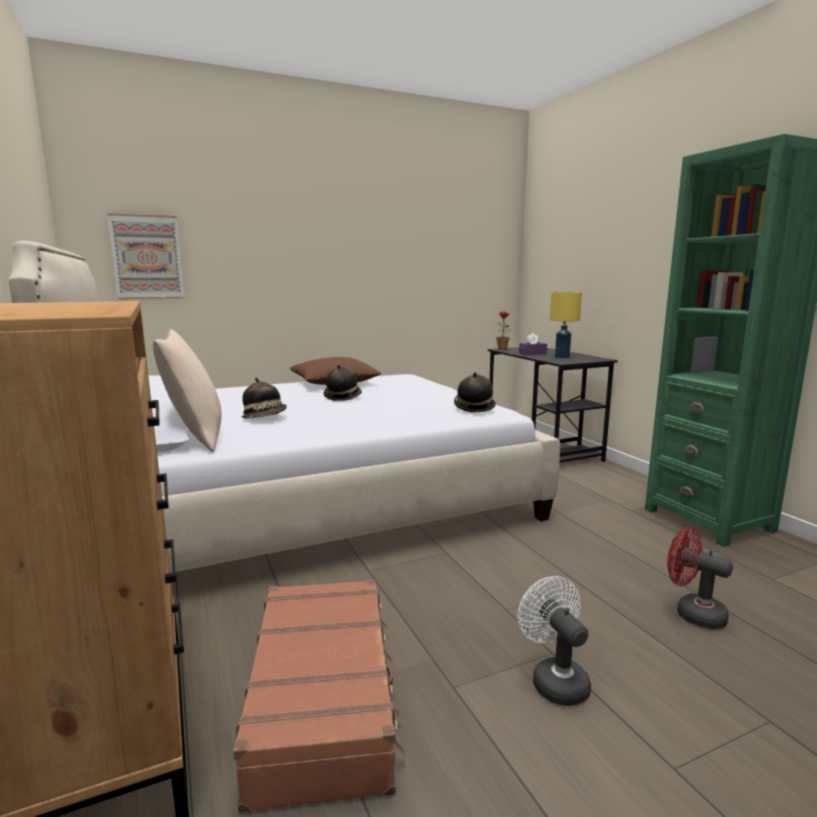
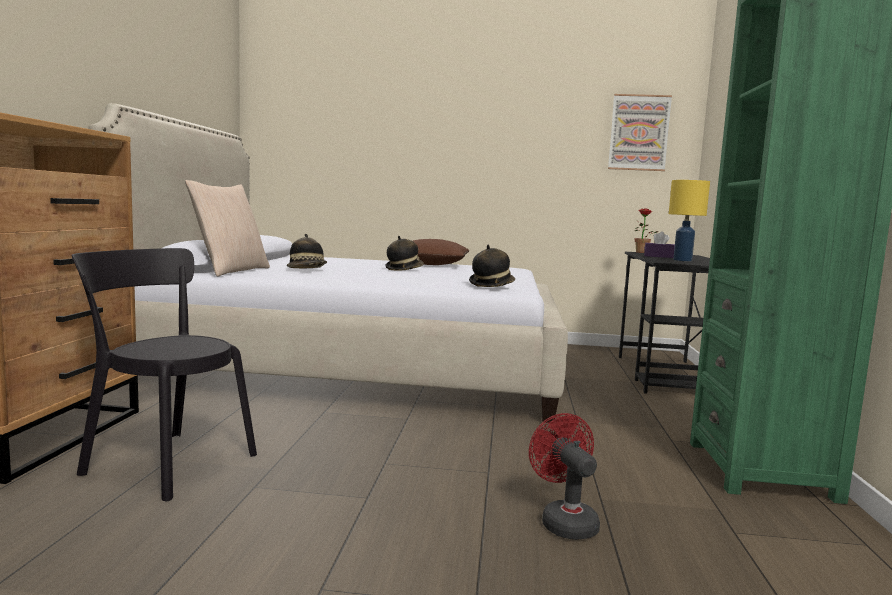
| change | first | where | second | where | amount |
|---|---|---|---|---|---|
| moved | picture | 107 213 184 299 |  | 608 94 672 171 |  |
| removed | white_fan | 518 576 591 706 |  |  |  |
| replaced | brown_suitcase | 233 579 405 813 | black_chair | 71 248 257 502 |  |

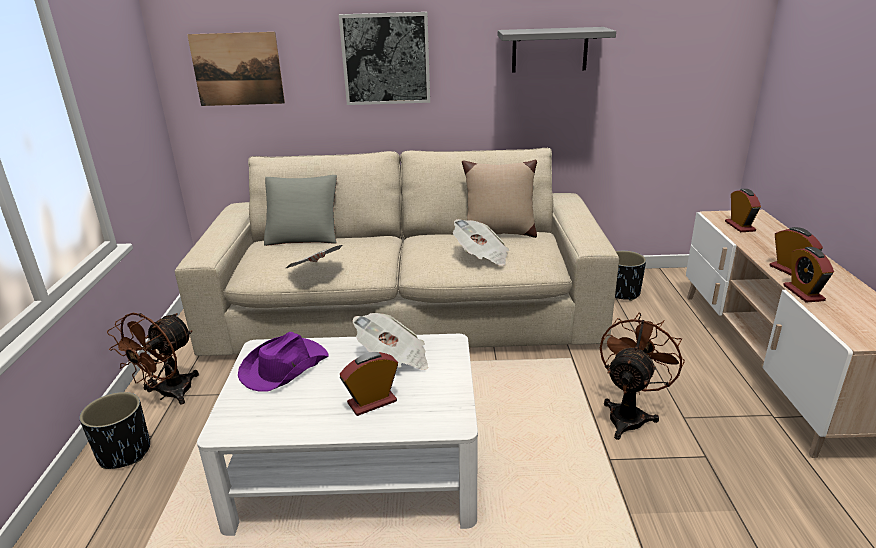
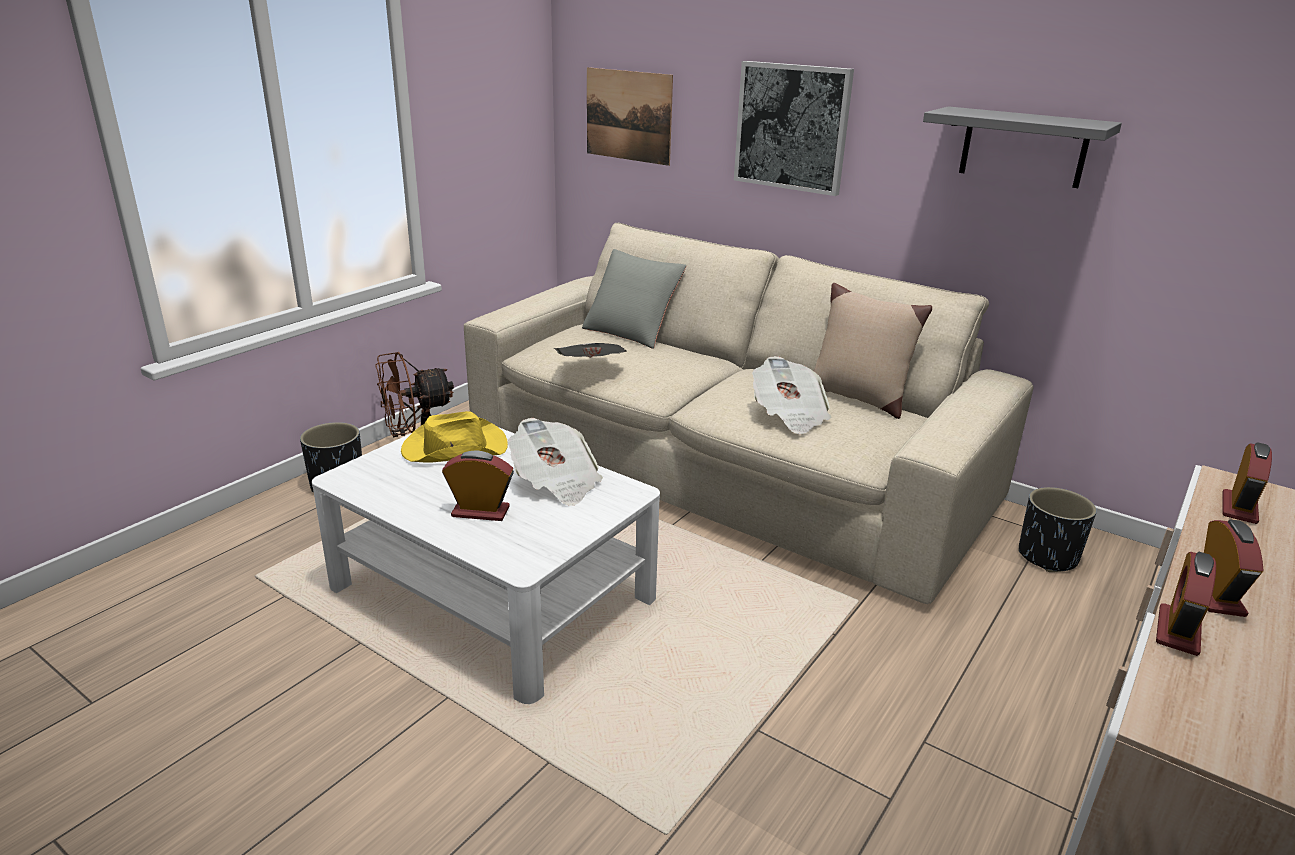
| change | first | where | second | where | amount |
|---|---|---|---|---|---|
| removed | brown_fan | 600 312 685 440 |  |  |  |
| recoloured | purple_hat | 238 332 329 392 | yellow_hat | 401 411 508 463 |  |

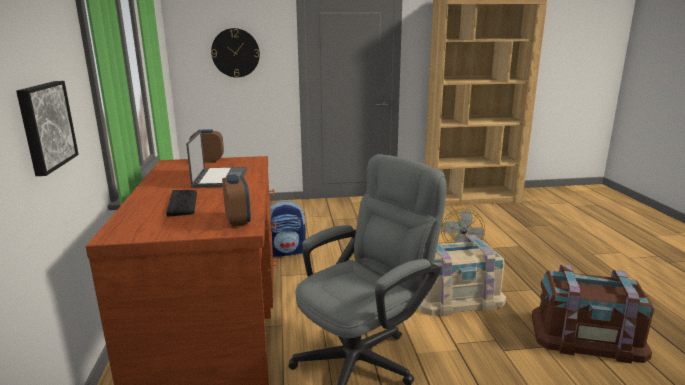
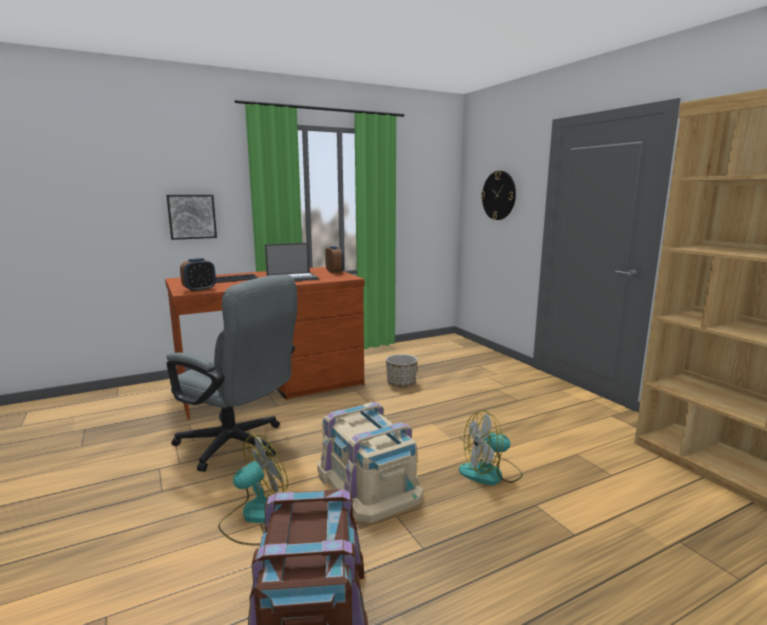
| change | first | where | second | where | amount |
|---|---|---|---|---|---|
| replaced | backpack | 270 201 306 257 | planter | 386 354 417 387 |  |
| added |  |  | fan | 218 435 288 546 |  |

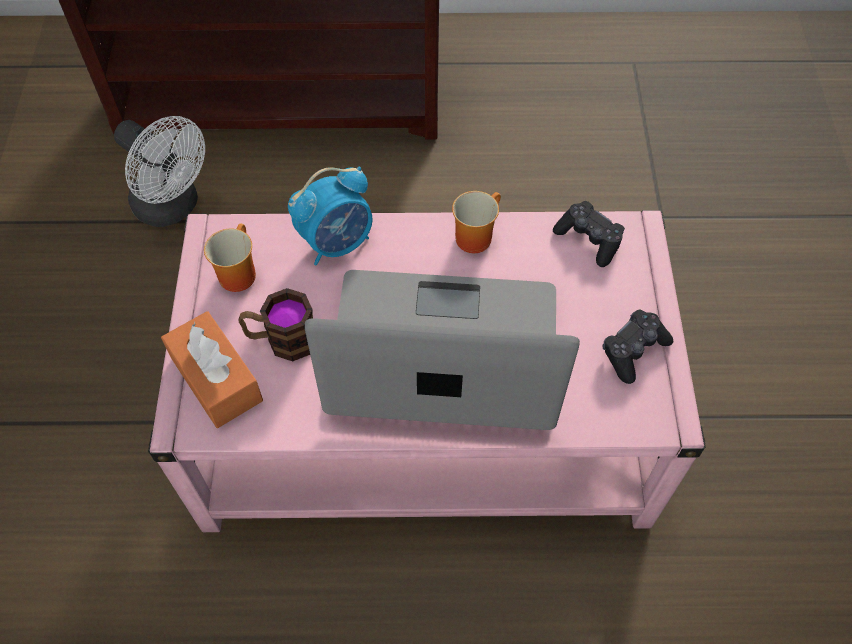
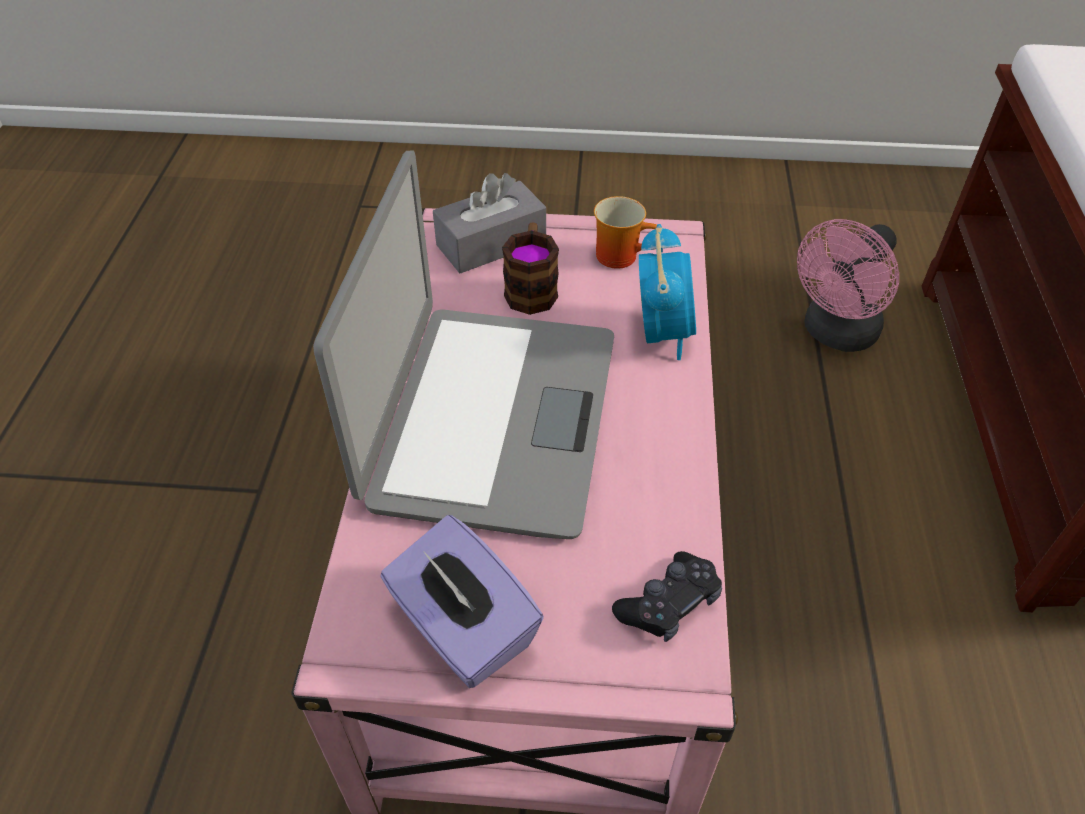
| change | first | where | second | where | amount |
|---|---|---|---|---|---|
| recoloured | white_fan | 114 116 205 227 | pink_fan | 797 219 899 352 |  |
| turned | alarm_clock | 288 167 373 265 |  | 639 224 696 360 | 150 degrees counterclockwise |
| removed | mug | 452 191 501 253 |  |  |  |
| replaced | black_game_controller | 602 310 673 384 | purple_tissue_box | 380 515 544 688 |  |
| recoloured | orange_tissue_box | 161 311 263 428 | grey_tissue_box | 433 173 546 274 |  |

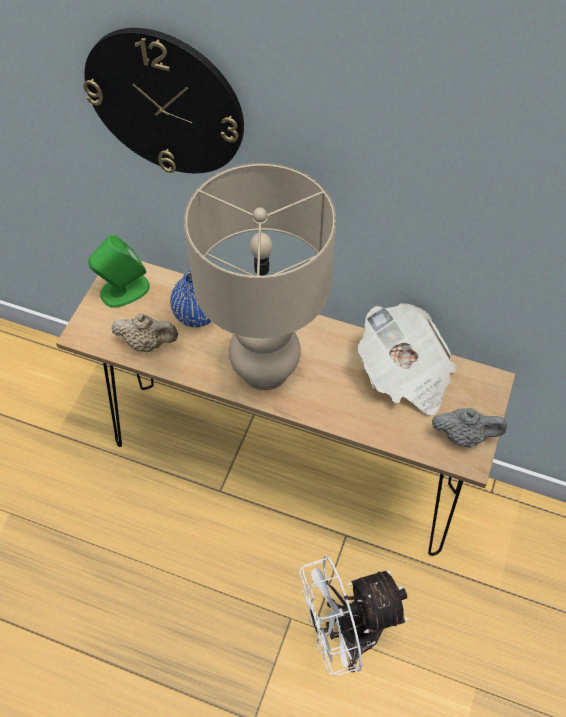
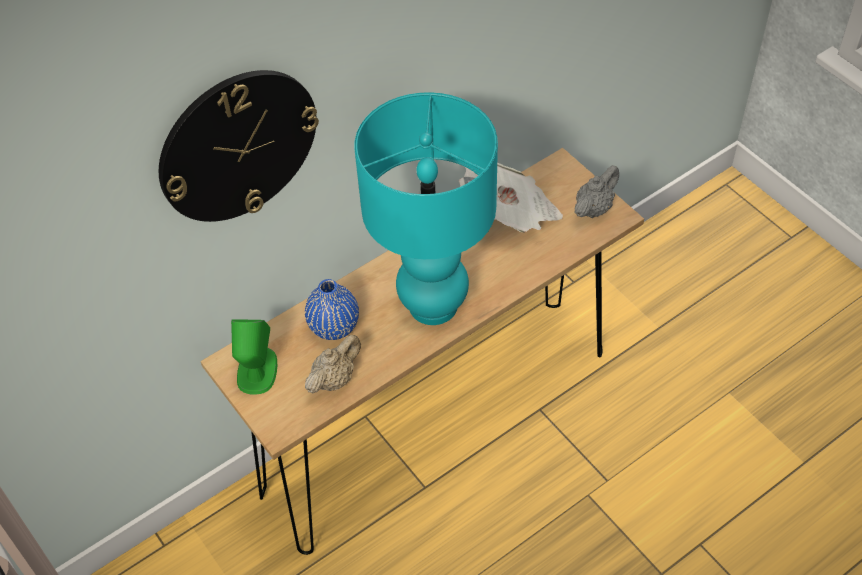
| change | first | where | second | where | amount |
|---|---|---|---|---|---|
| recoloured | beige_table_lamp | 184 163 336 390 | turquoise_table_lamp | 354 92 498 325 |  |
| removed | white_fan | 299 556 409 676 |  |  |  |

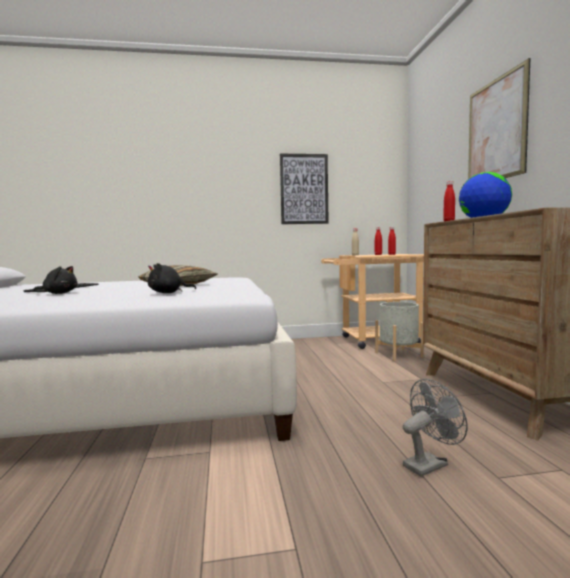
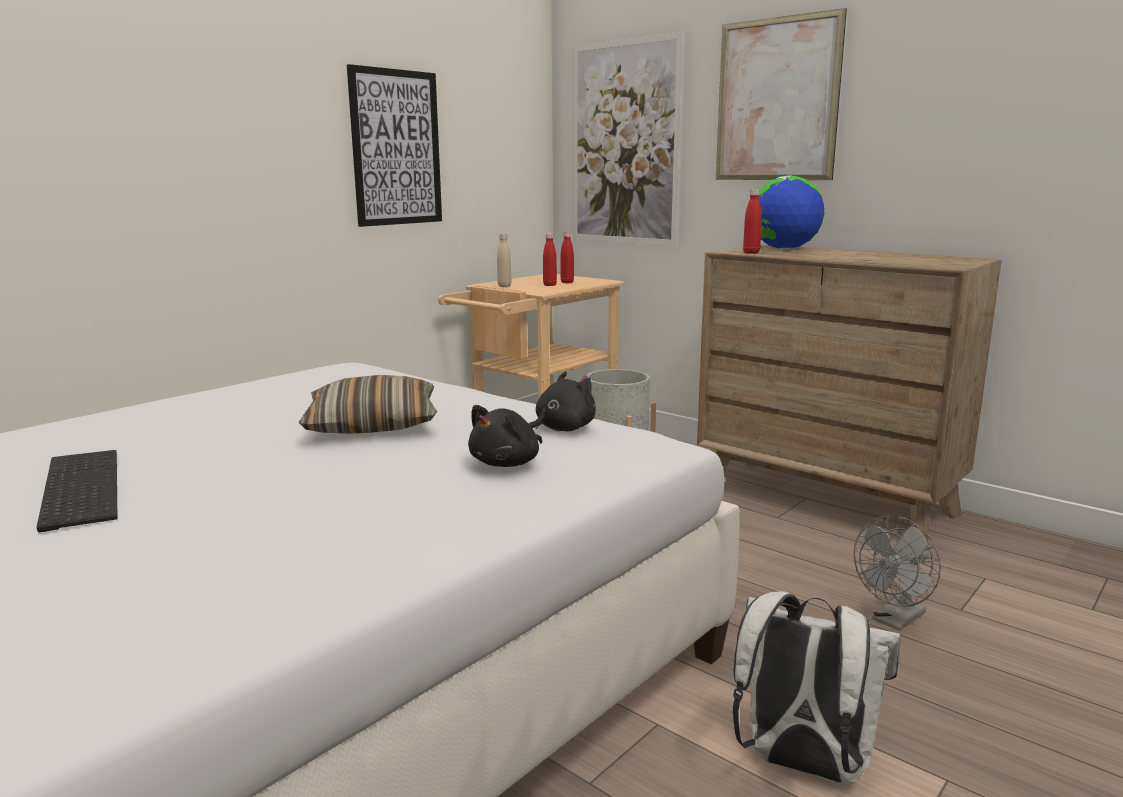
| change | first | where | second | where | amount |
|---|---|---|---|---|---|
| moved | black_plush_toy | 33 266 78 294 |  | 528 371 596 431 |  |
| turned | grey_fan | 403 379 467 477 |  | 854 516 941 631 | 150 degrees counterclockwise |
| added |  |  | picture | 573 32 684 246 |  |
| added |  |  | white_backpack | 733 592 901 784 |  |

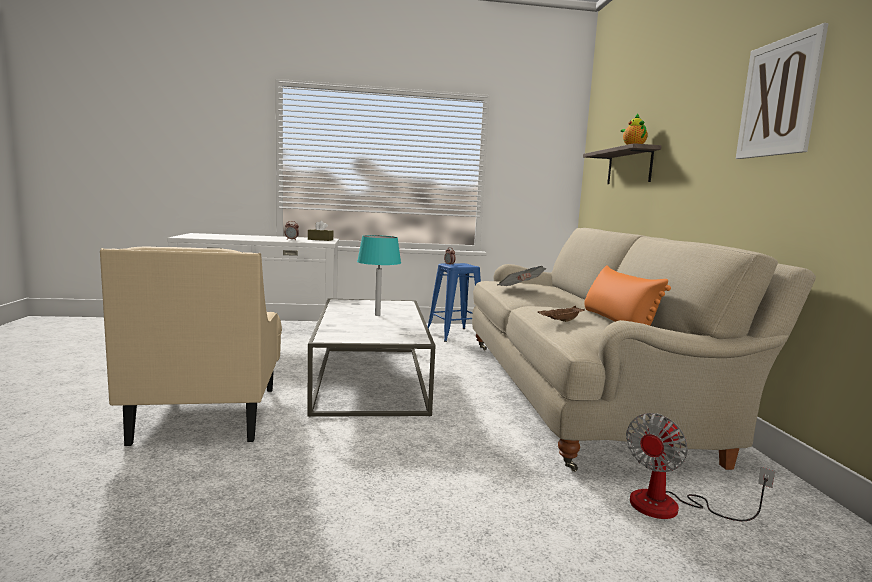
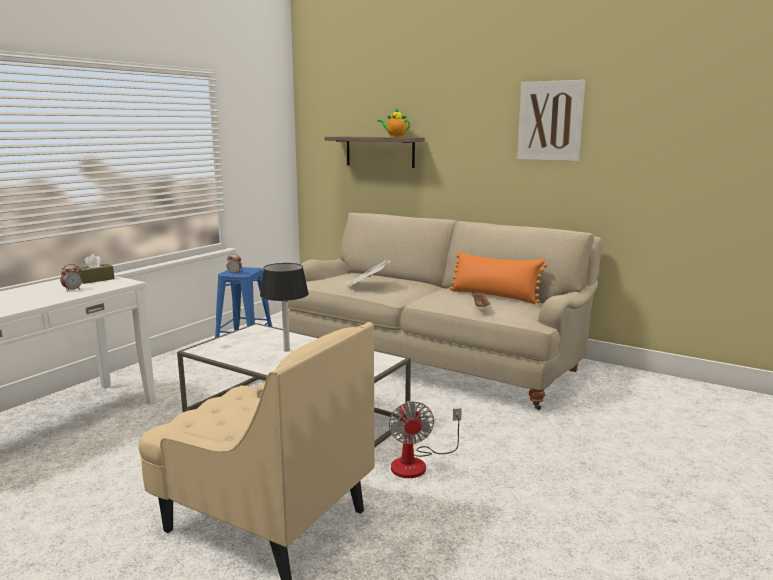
| change | first | where | second | where | amount |
|---|---|---|---|---|---|
| recoloured | turquoise_table_lamp | 357 235 401 316 | black_table_lamp | 260 263 309 351 |  |
| moved | fan | 626 413 775 521 |  | 389 401 462 478 |  |

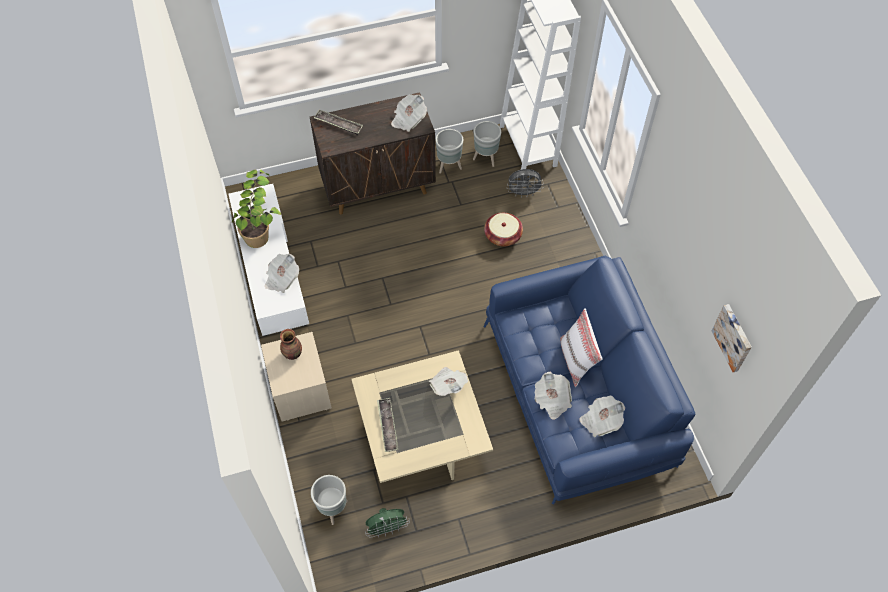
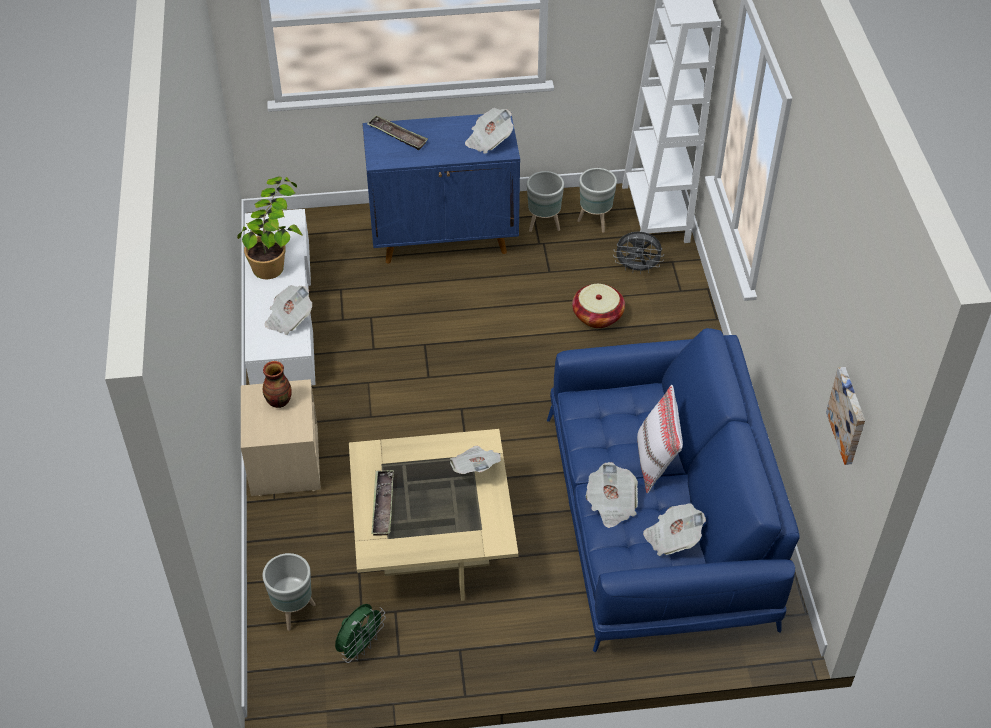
| change | first | where | second | where | amount |
|---|---|---|---|---|---|
| recoloured | brown_cabinet | 310 92 436 215 | blue_cabinet | 362 114 520 264 |  |
| turned | green_fan | 365 508 410 538 |  | 335 604 386 663 | 45 degrees counterclockwise |

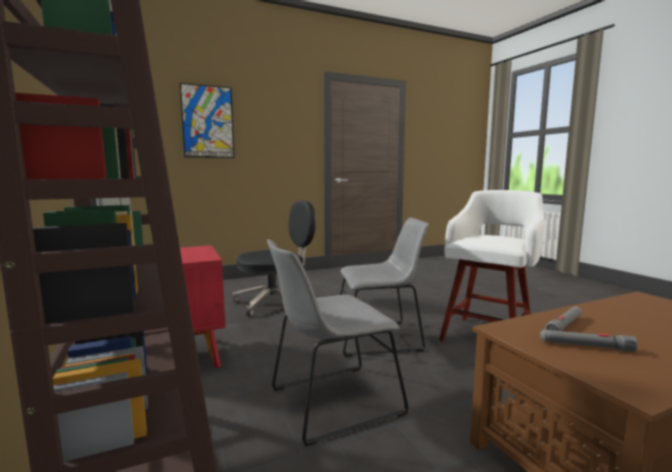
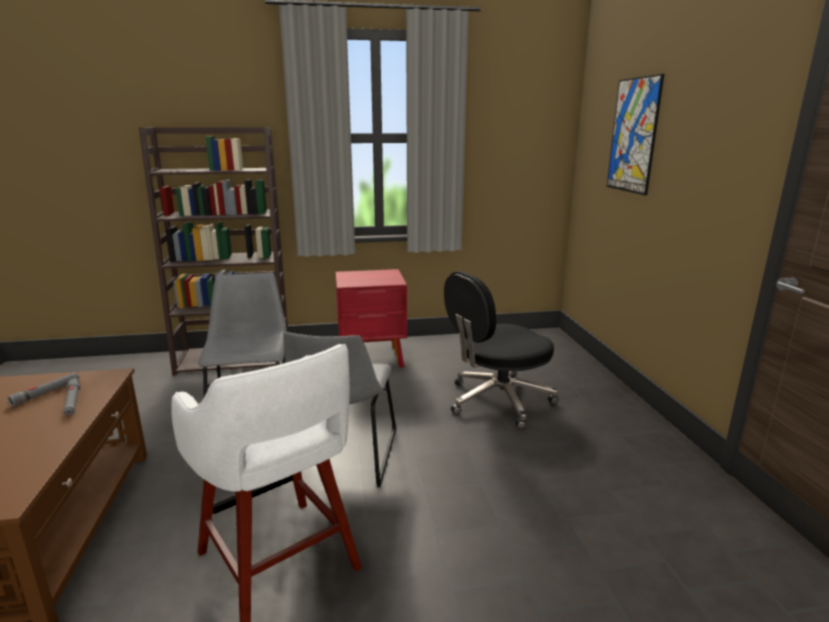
| change | first | where | second | where | amount |
|---|---|---|---|---|---|
| turned | black_office_chair | 233 200 316 317 |  | 444 271 558 429 | 75 degrees clockwise |

